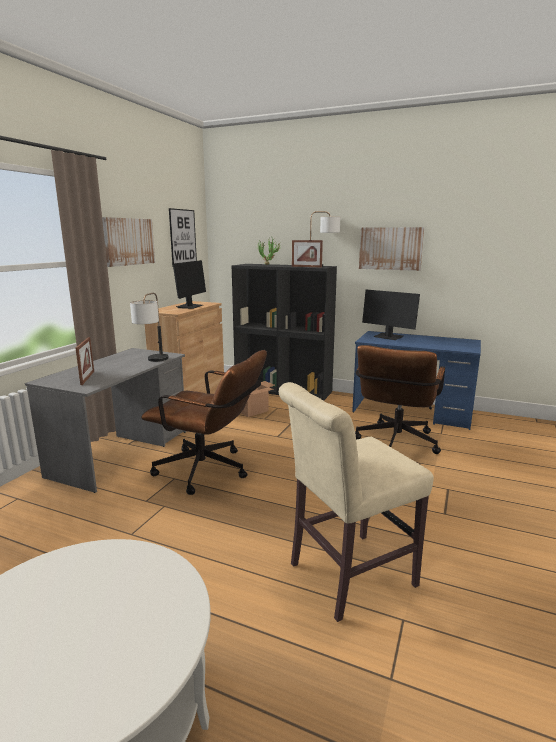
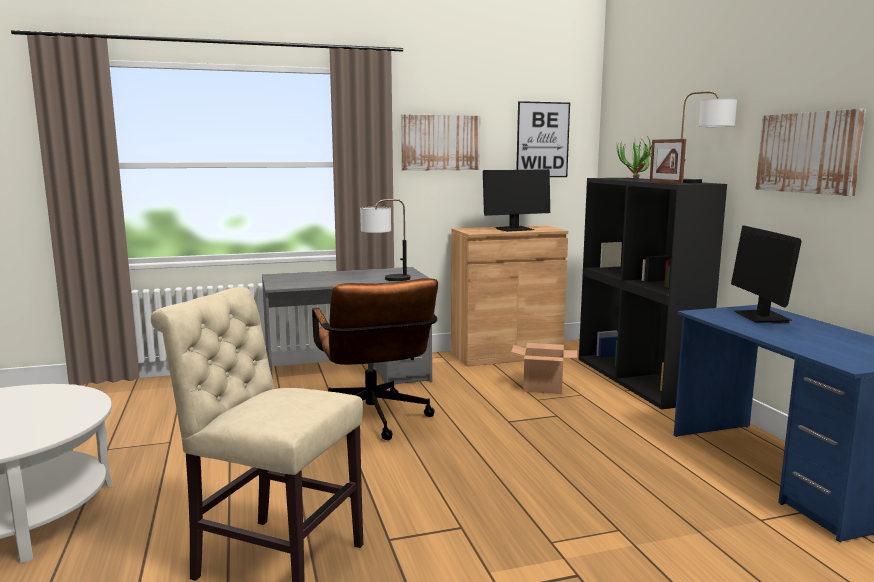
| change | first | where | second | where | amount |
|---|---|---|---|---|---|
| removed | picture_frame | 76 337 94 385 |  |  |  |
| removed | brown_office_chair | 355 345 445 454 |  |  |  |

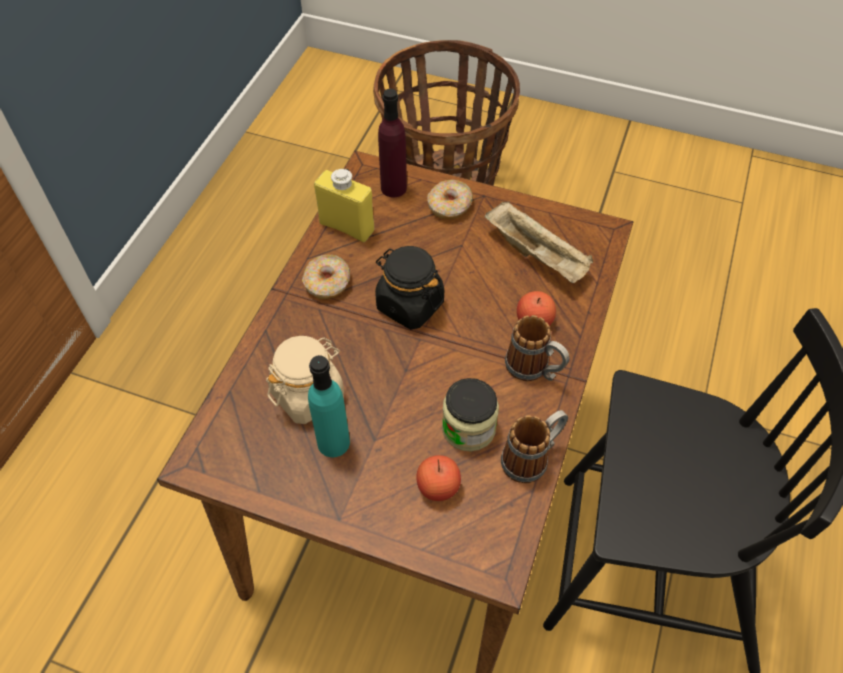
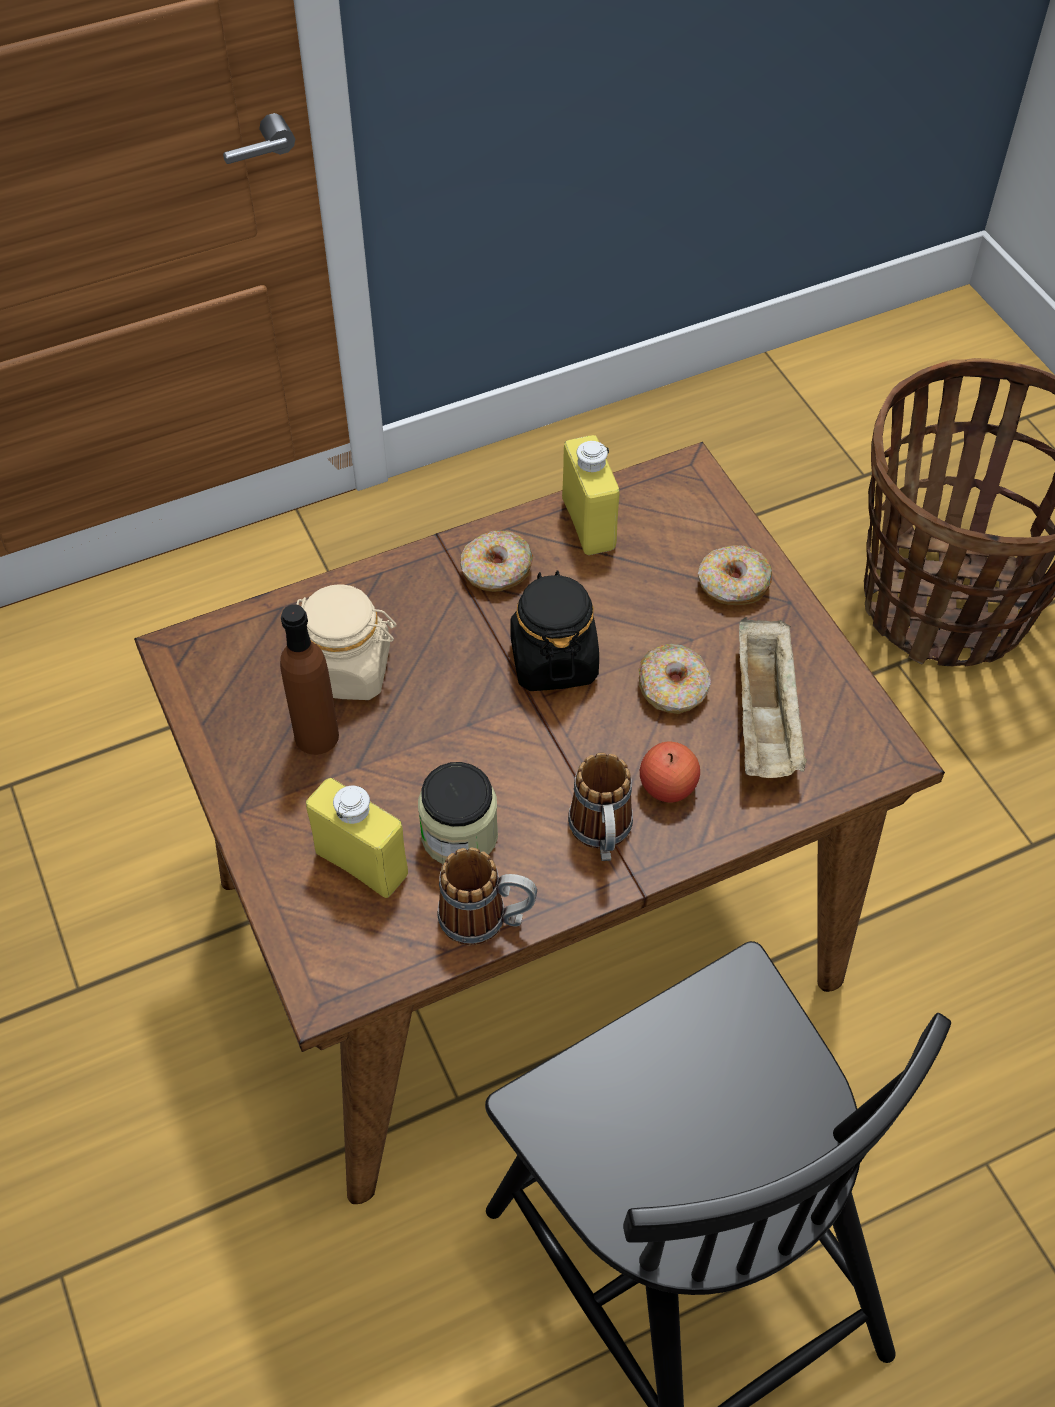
| change | first | where | second | where | amount |
|---|---|---|---|---|---|
| removed | purple_bottle | 378 89 407 198 |  |  |  |
| recoloured | turquoise_bottle | 308 355 350 457 | brown_bottle | 280 604 339 755 |  |
| replaced | apple | 416 455 461 501 | yellow_bottle | 306 778 408 898 |  |
| added |  |  | donut | 638 644 711 714 |  |

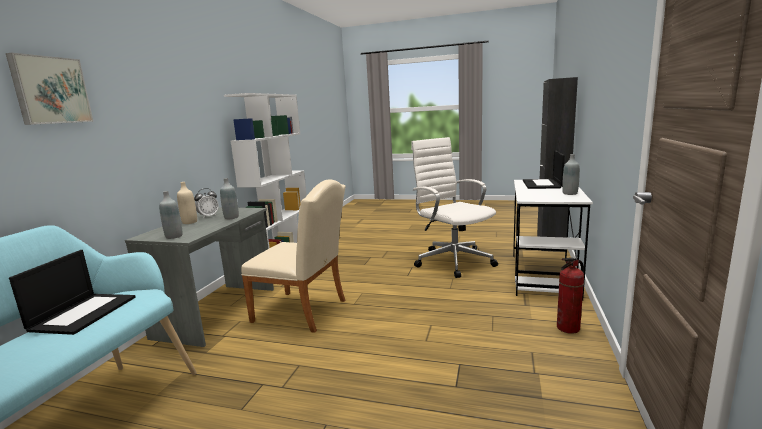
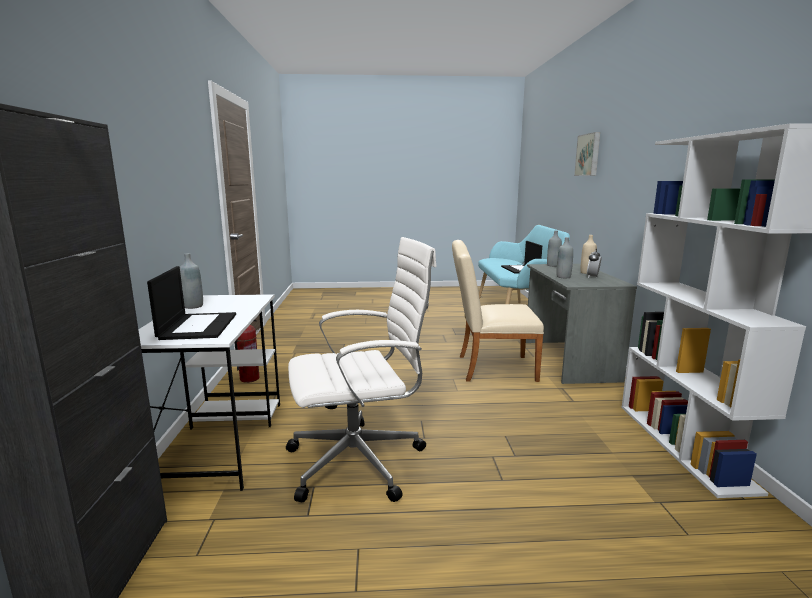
| change | first | where | second | where | amount |
|---|---|---|---|---|---|
| turned | white_office_chair | 411 137 498 278 |  | 286 237 437 503 | 60 degrees counterclockwise |

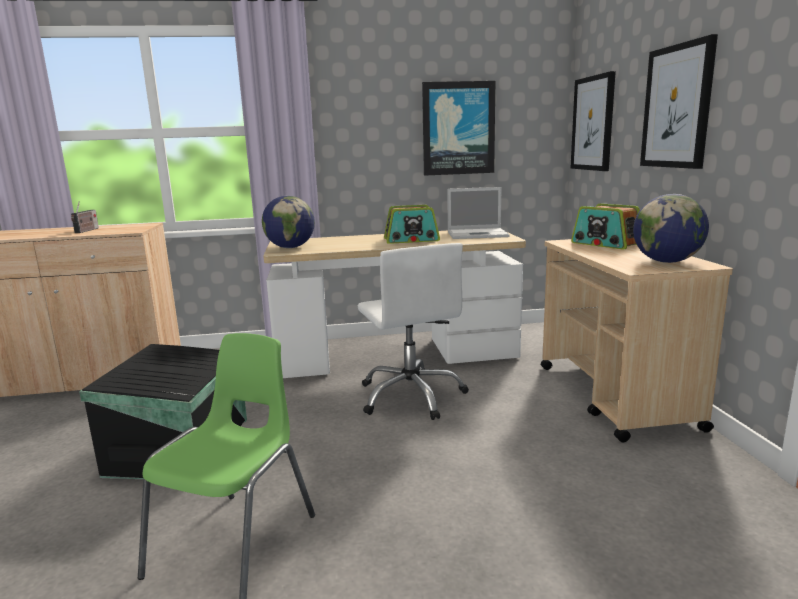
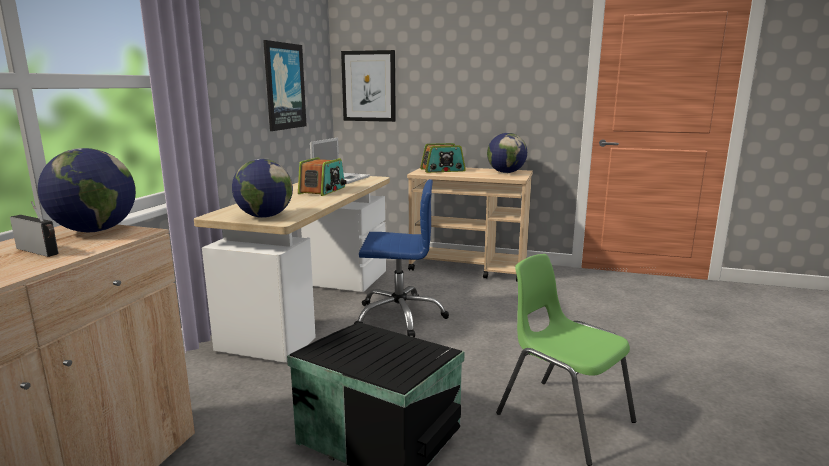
| change | first | where | second | where | amount |
|---|---|---|---|---|---|
| removed | picture | 640 34 718 169 |  |  |  |
| recoloured | white_office_chair | 358 243 469 420 | blue_office_chair | 354 179 449 337 |  |
| added |  |  | globe | 38 148 136 232 |  |

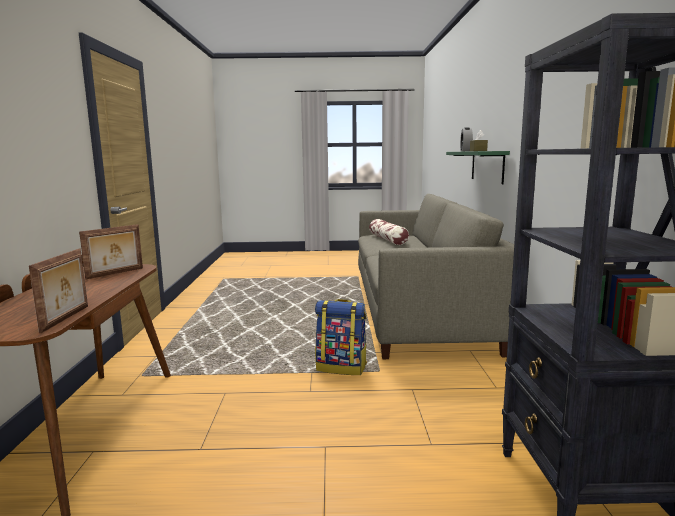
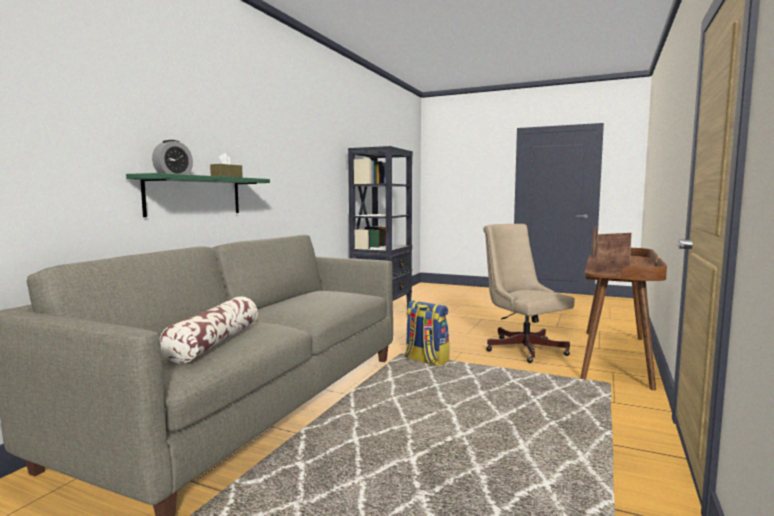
| change | first | where | second | where | amount |
|---|---|---|---|---|---|
| added |  |  | beige_office_chair | 483 224 575 363 |  |

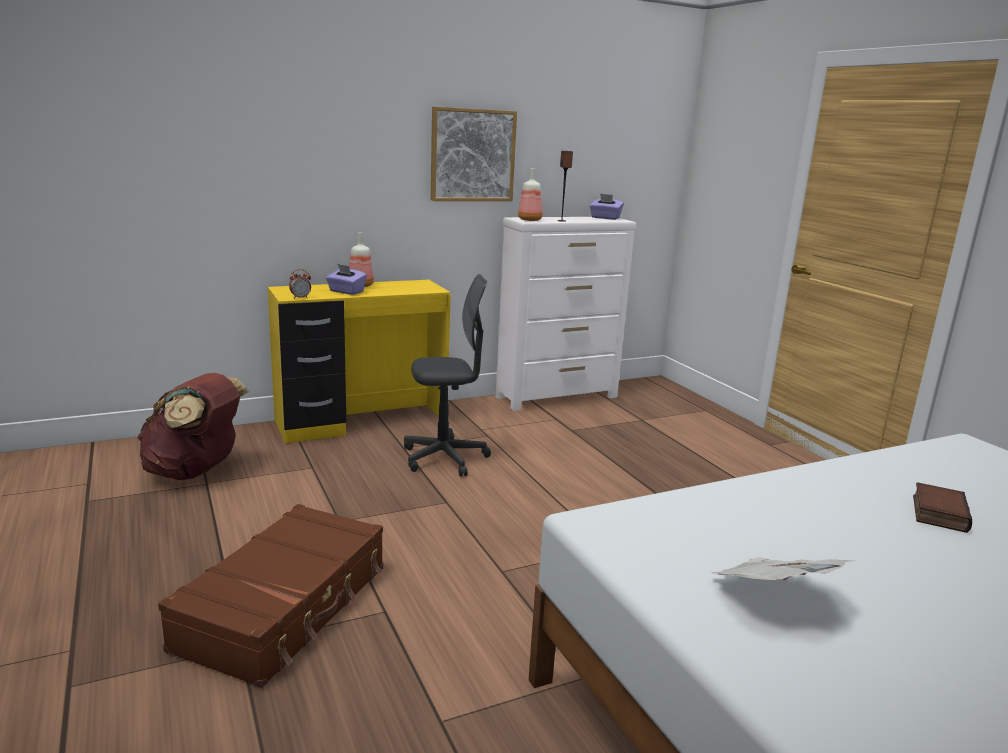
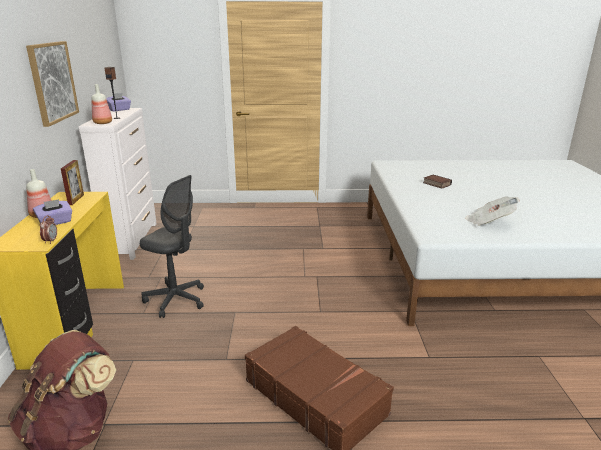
| change | first | where | second | where | amount |
|---|---|---|---|---|---|
| turned | grey_office_chair | 404 274 491 477 |  | 140 175 204 318 | 105 degrees clockwise |
| added |  |  | picture_frame | 61 160 84 205 |  |

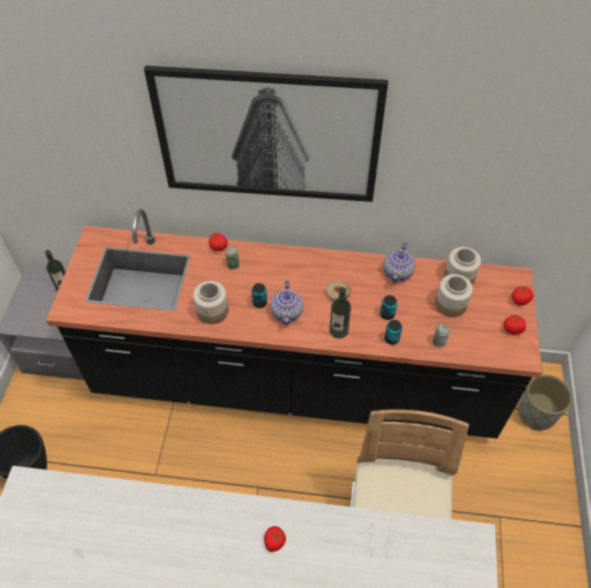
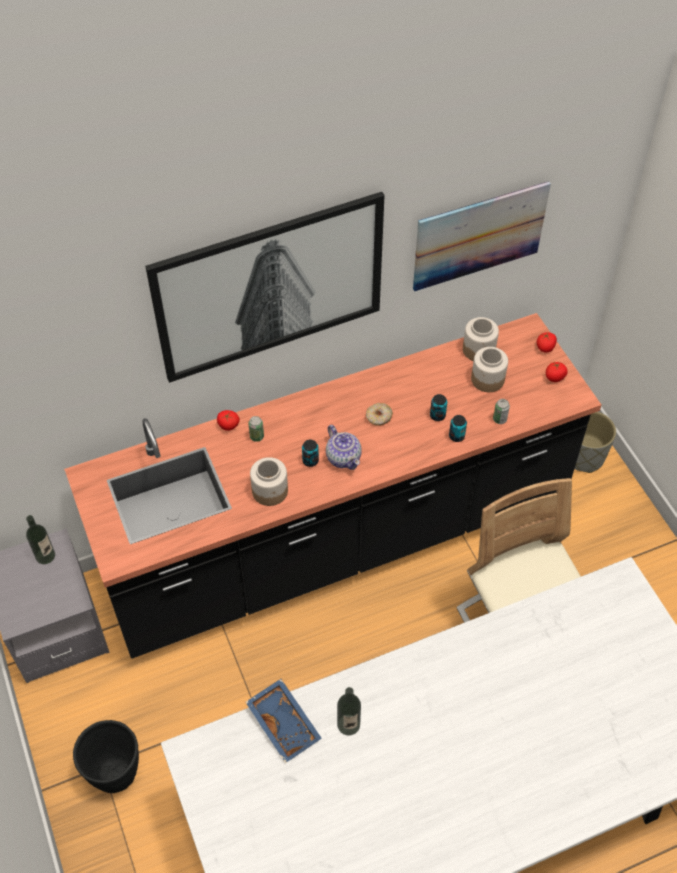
| change | first | where | second | where | amount |
|---|---|---|---|---|---|
| removed | teapot | 383 242 415 283 |  |  |  |
| moved | bottle | 329 287 351 339 |  | 337 687 361 736 |  |
| removed | tomato | 264 526 286 552 |  |  |  |
| added |  |  | picture | 413 181 551 291 |  |
| added |  |  | blue_tray | 246 679 322 763 |  |

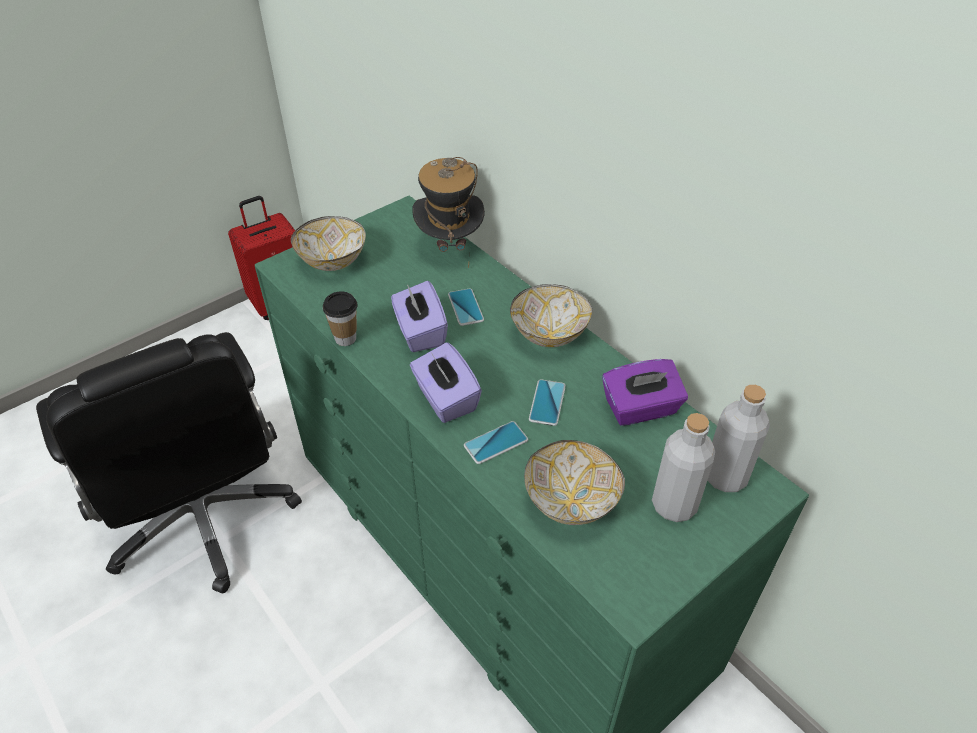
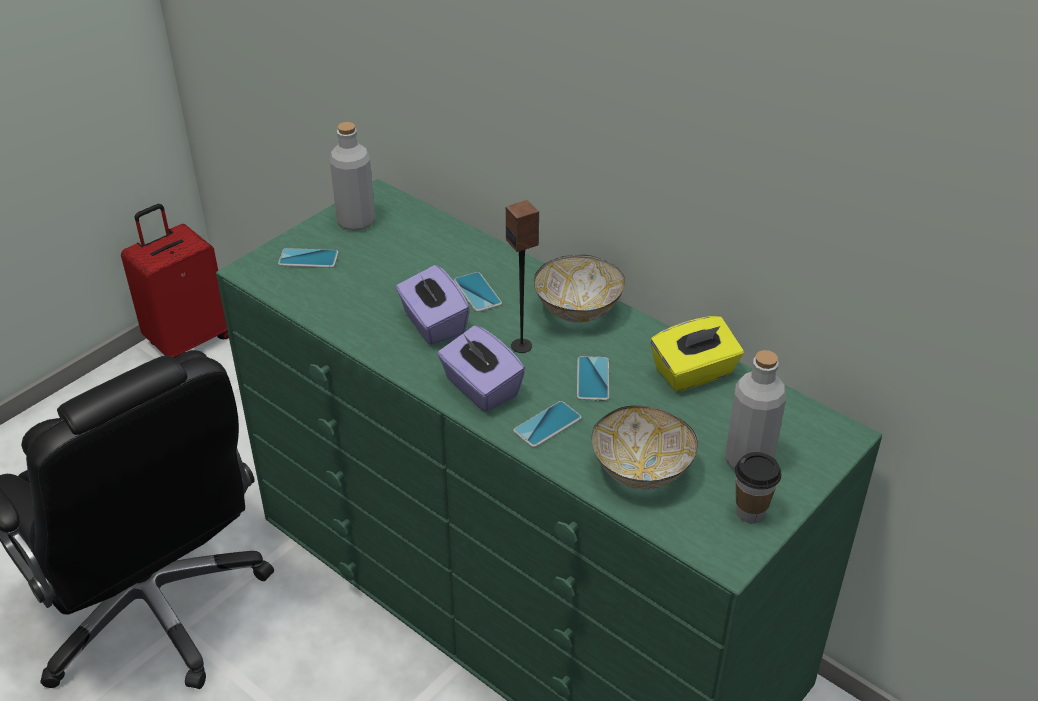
| change | first | where | second | where | amount |
|---|---|---|---|---|---|
| removed | hat | 412 157 485 268 |  |  |  |
| replaced | bowl | 291 216 366 271 | phone | 278 248 338 268 |  |
| moved | cup | 323 291 358 346 |  | 735 452 781 523 |  |
| recoloured | purple_tissue_box | 602 359 688 426 | yellow_tissue_box | 650 316 744 392 |  |
| moved | grey_bottle | 707 385 770 492 |  | 330 122 375 231 |  |
| added |  |  | speaker | 506 200 539 353 |  |

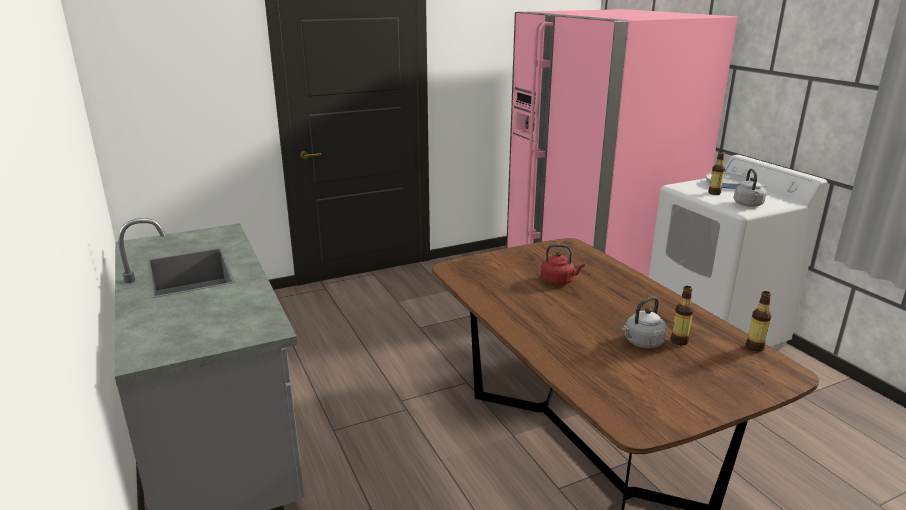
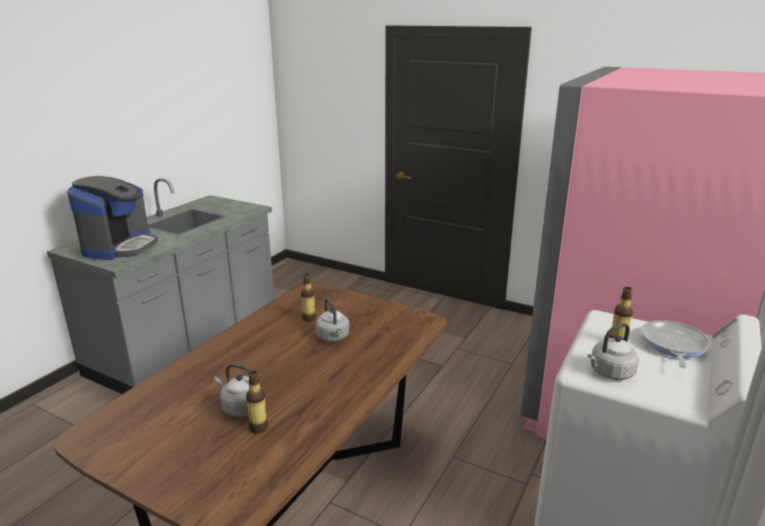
| change | first | where | second | where | amount |
|---|---|---|---|---|---|
| recoloured | red_kettle | 541 244 585 285 | grey_kettle | 316 298 349 342 |  |
| moved | bottle | 746 291 771 352 |  | 301 274 316 322 |  |
| added |  |  | coffee_machine | 67 176 158 260 |  |

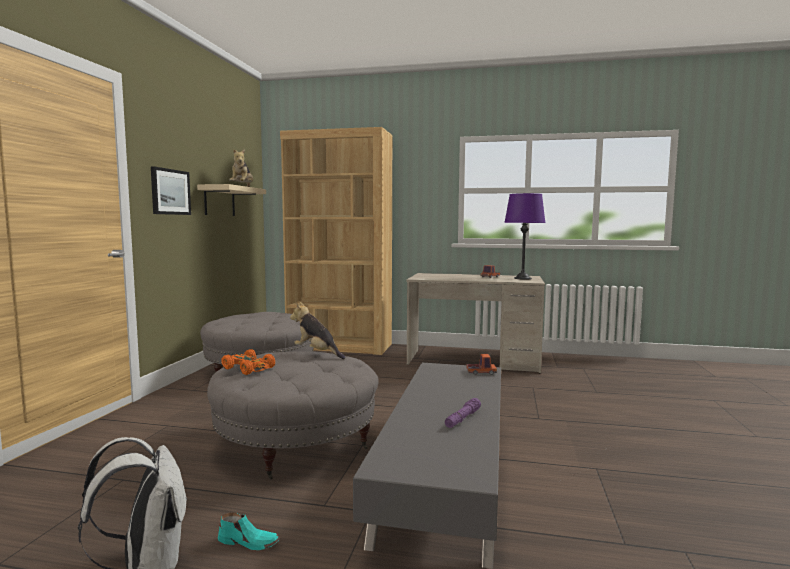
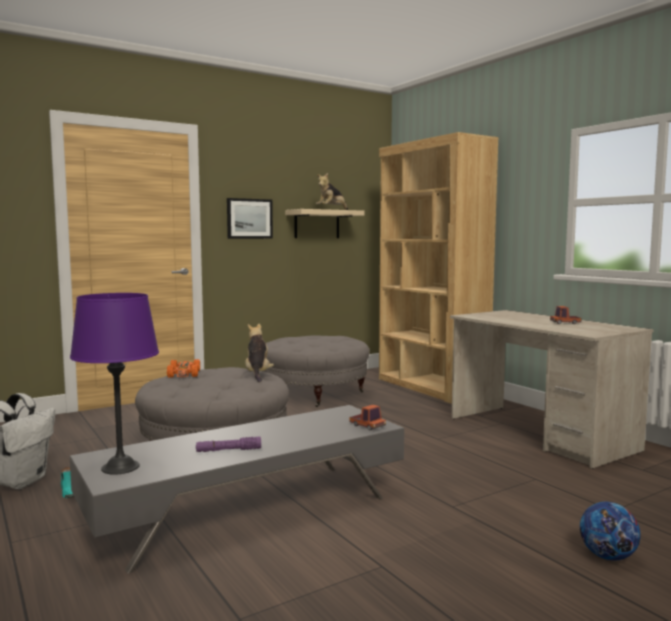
| change | first | where | second | where | amount |
|---|---|---|---|---|---|
| moved | purple_table_lamp | 504 193 546 280 |  | 70 293 159 475 |  |
| added |  |  | football | 580 502 641 561 |  |

